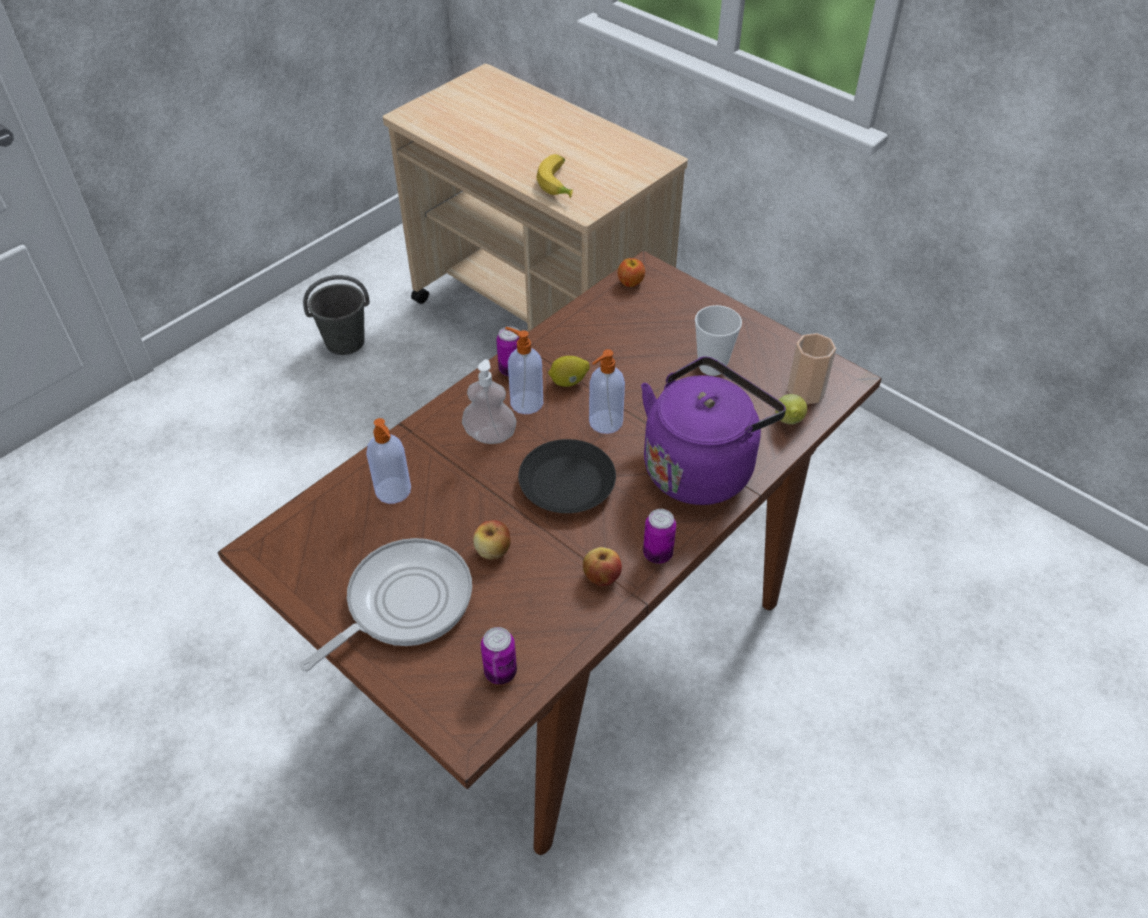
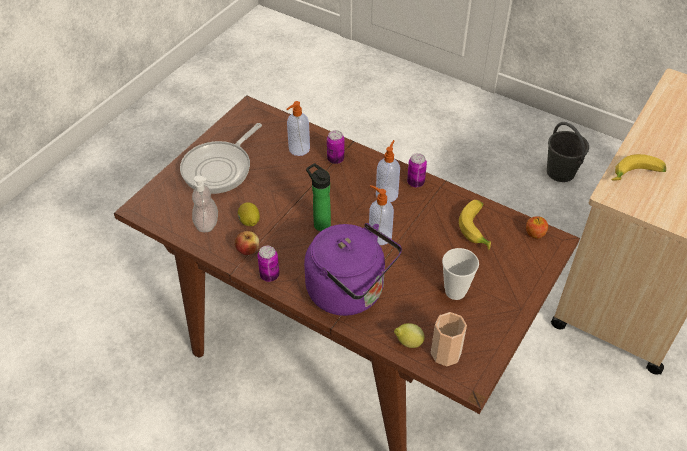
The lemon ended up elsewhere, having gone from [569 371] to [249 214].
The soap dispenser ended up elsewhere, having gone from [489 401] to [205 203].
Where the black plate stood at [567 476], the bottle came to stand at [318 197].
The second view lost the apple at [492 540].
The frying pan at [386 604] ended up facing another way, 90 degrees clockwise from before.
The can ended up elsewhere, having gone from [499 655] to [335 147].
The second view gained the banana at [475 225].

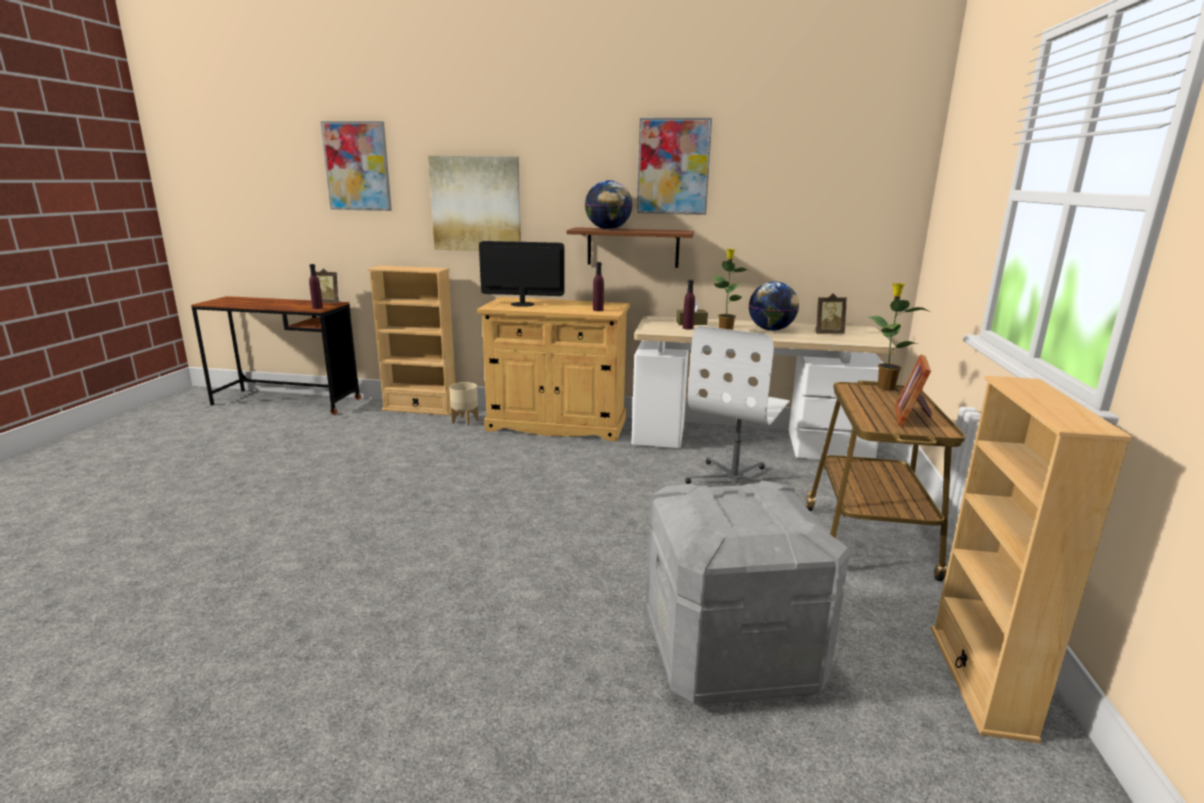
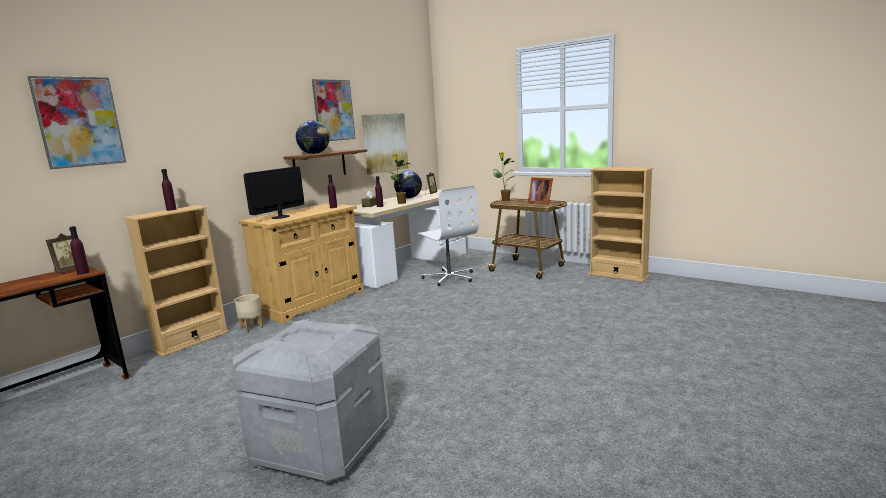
The picture ended up elsewhere, having gone from [474 203] to [385 144].
The grey storage box ended up elsewhere, having gone from [748 593] to [310 401].
The second view gained the purple bottle at [168 190].

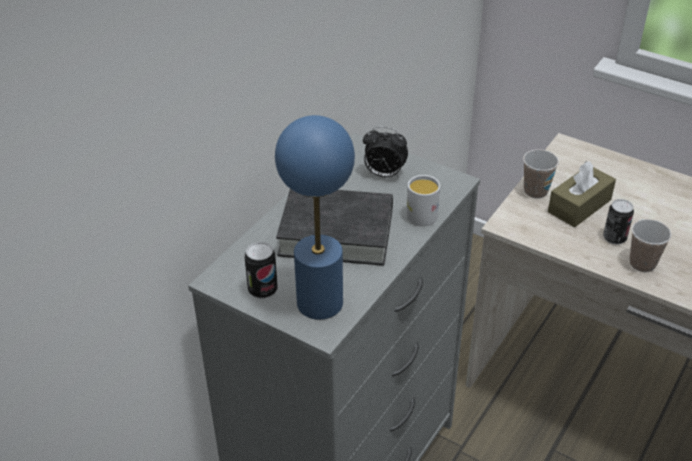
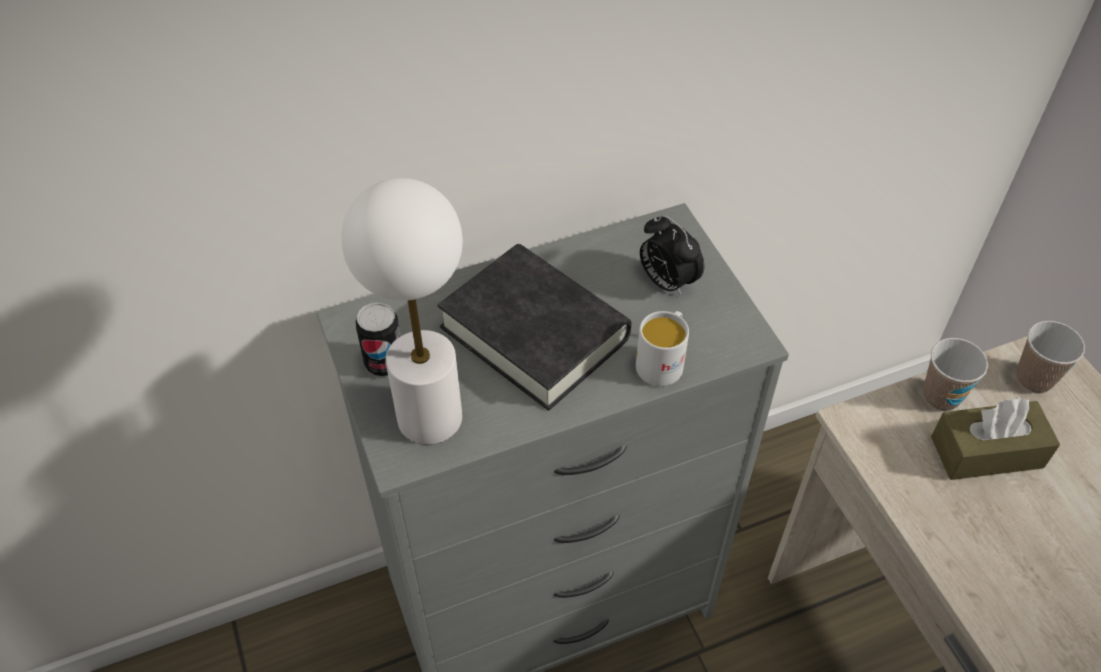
What was the blue table lamp at [315 217] turned into the white table lamp at [402 311].
The second view lost the can at [618 222].
The cup ended up elsewhere, having gone from [651 245] to [1050 357].

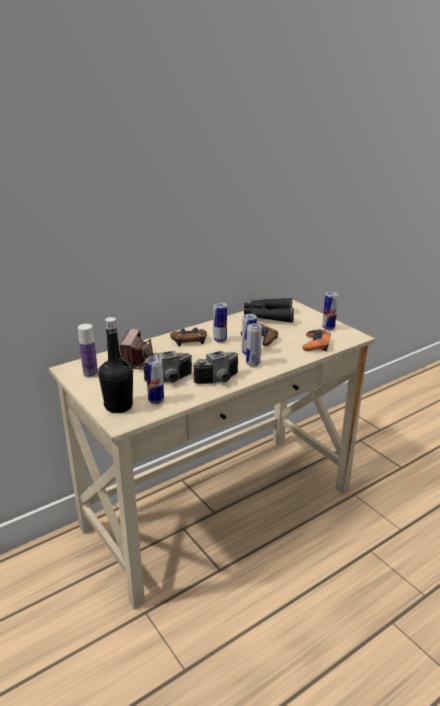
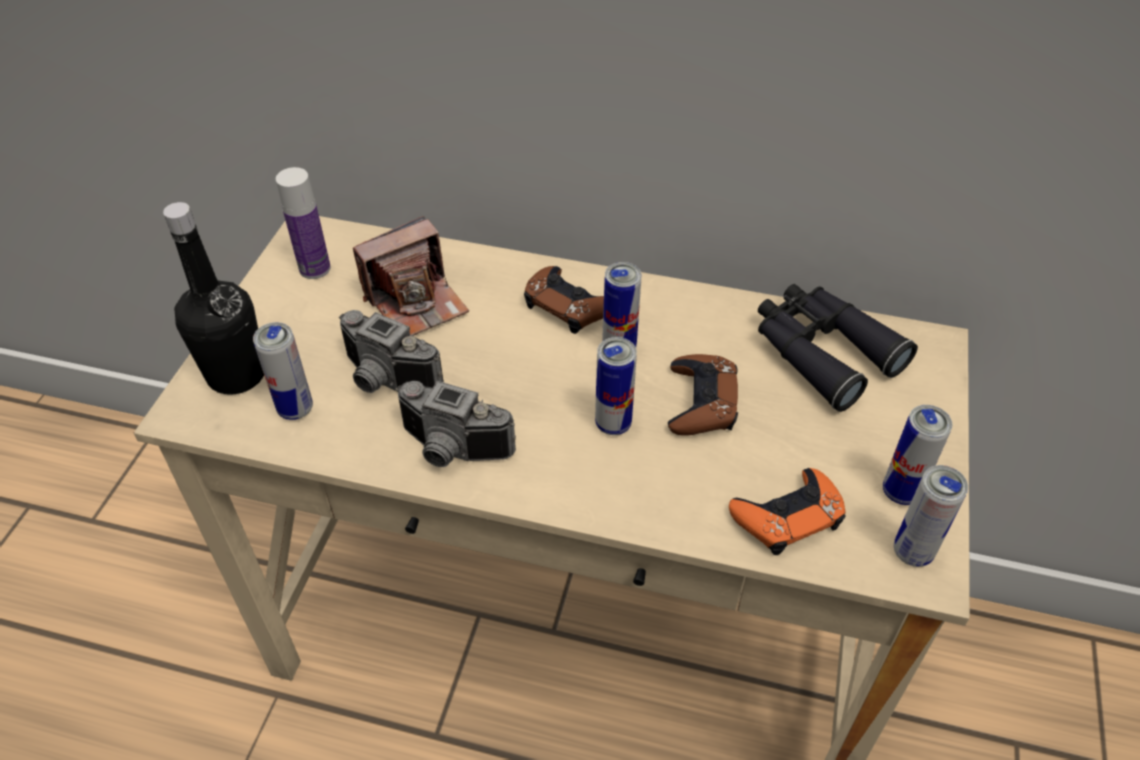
The can ended up elsewhere, having gone from [254 345] to [931 516].

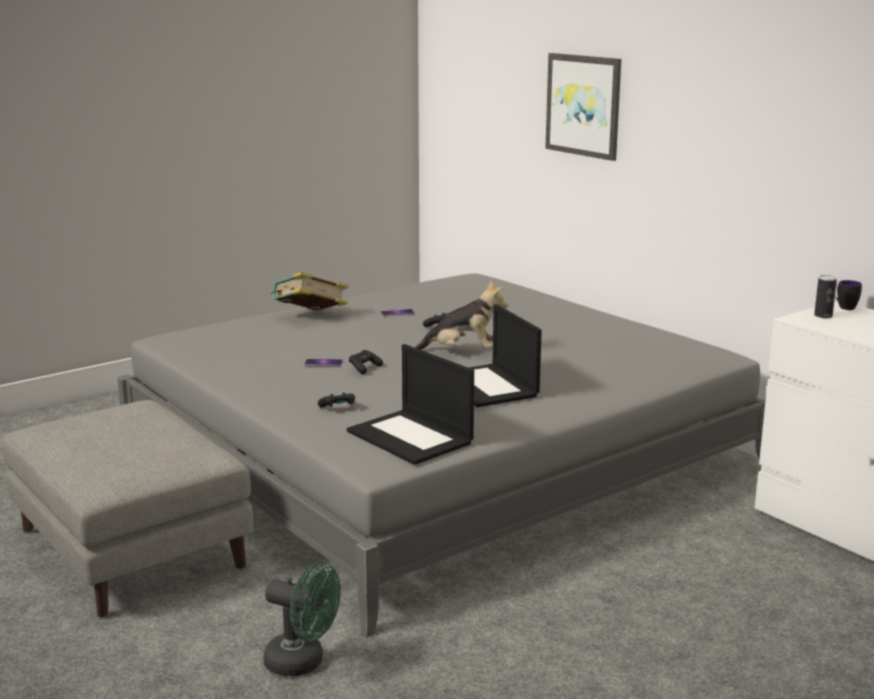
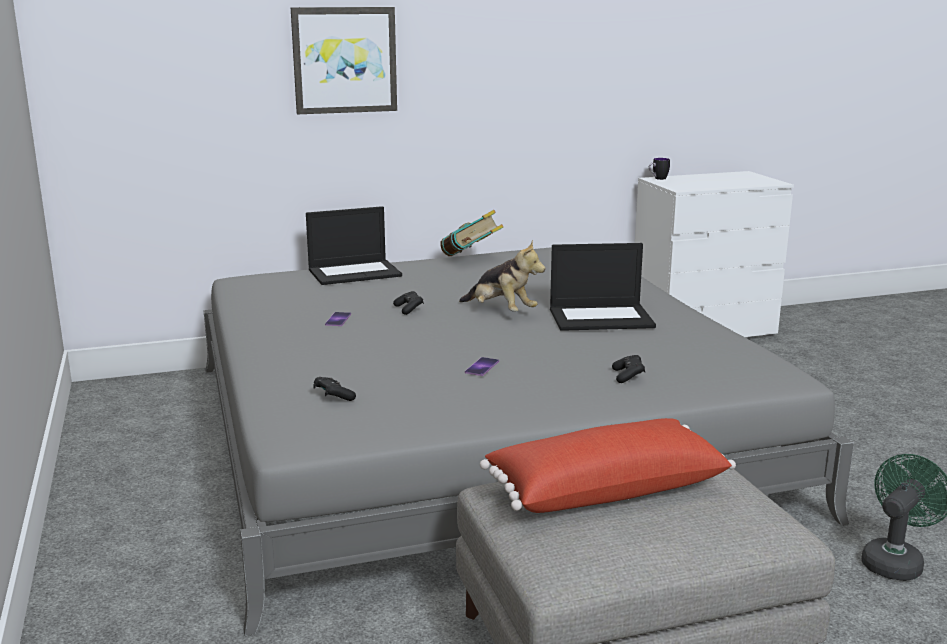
The book ended up elsewhere, having gone from [310 291] to [472 233].
The second view lost the can at [825 296].
The plush toy at [461 315] ended up facing another way, 105 degrees clockwise from before.
The laptop ended up elsewhere, having gone from [410 404] to [354 245].
The black game controller ended up elsewhere, having gone from [366 362] to [334 389].
The second view gained the red pillow at [608 465].

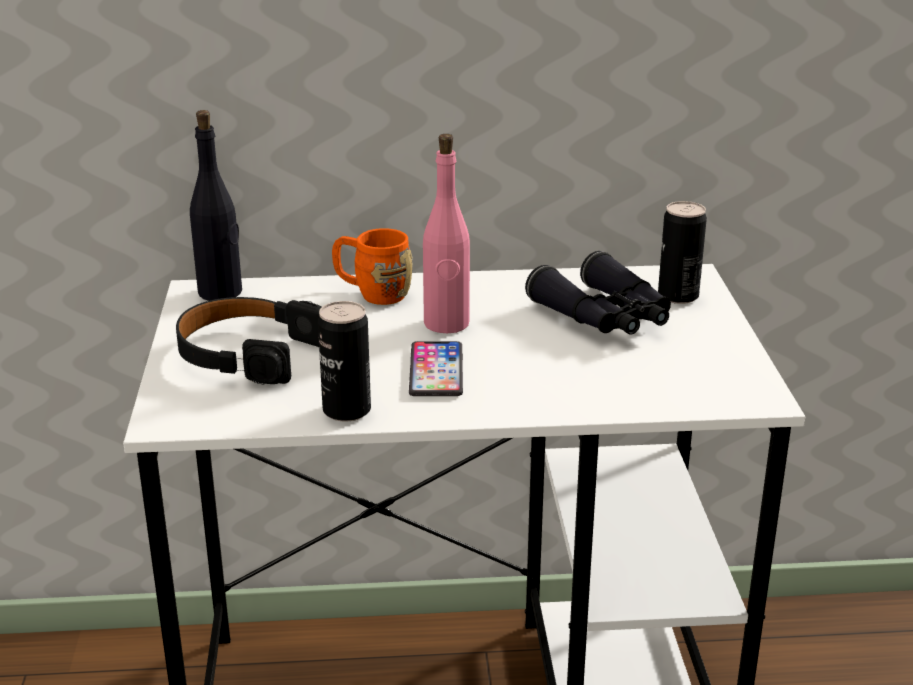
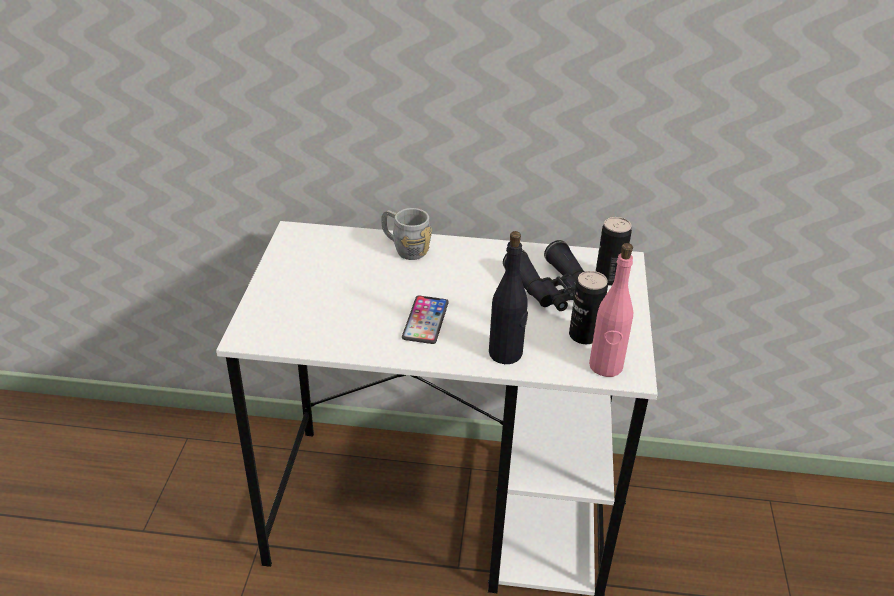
The black bottle ended up elsewhere, having gone from [216 205] to [508 297].
The pink bottle ended up elsewhere, having gone from [446 233] to [611 310].
What was the orange mug at [372 266] turned into the grey mug at [406 234].
The second view lost the black headphones at [248 340].
The can ended up elsewhere, having gone from [344 361] to [588 307].

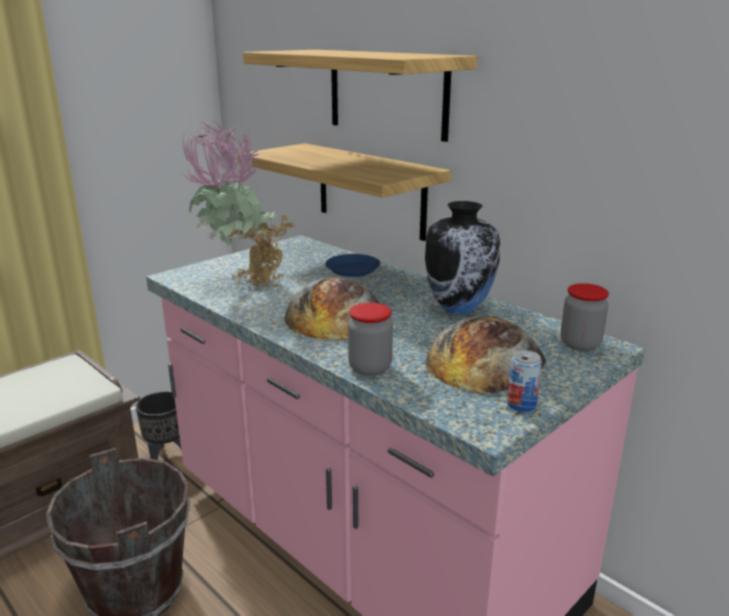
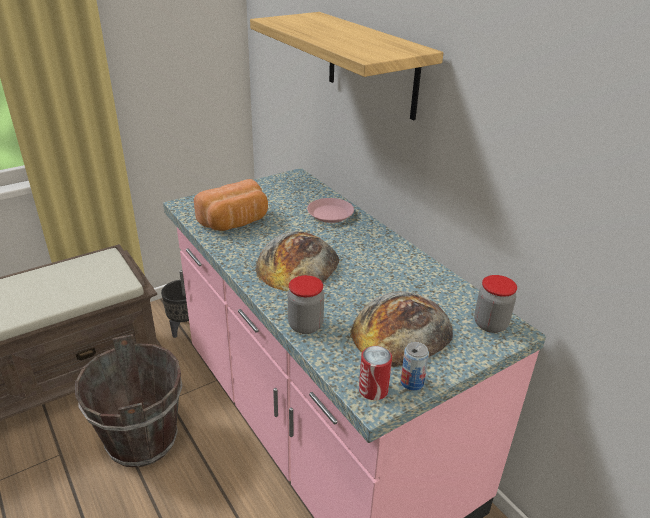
Where the potted plant stood at [239 205], the bread came to stand at [231 205].
The second view lost the shelf at [344 192].
The second view lost the vase at [462 258].
What was the blue plate at [352 265] turned into the pink plate at [330 210].
The second view gained the can at [375 373].

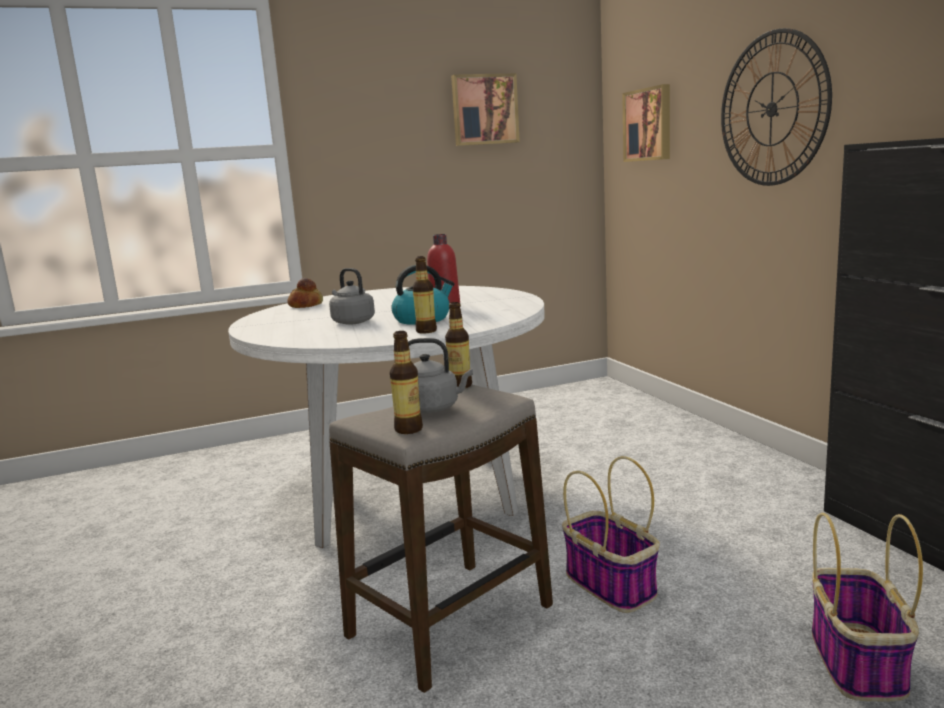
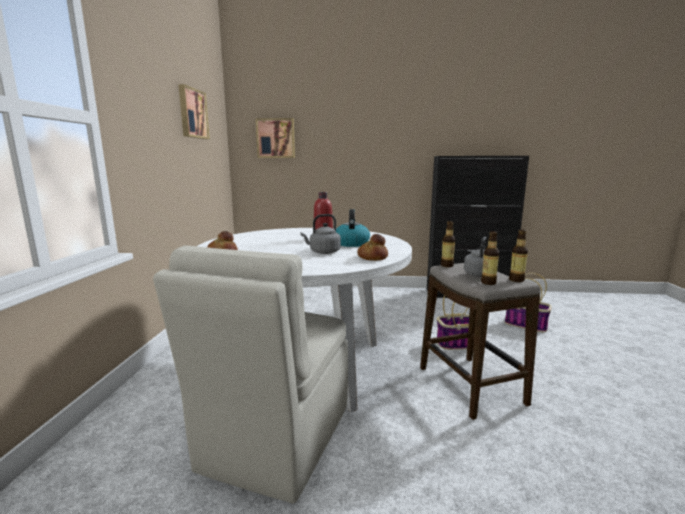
The second view lost the wall clock at [776 107].
The bottle ended up elsewhere, having gone from [425 294] to [490 258].
The second view gained the bread at [372 247].
The second view gained the beige chair at [250 374].

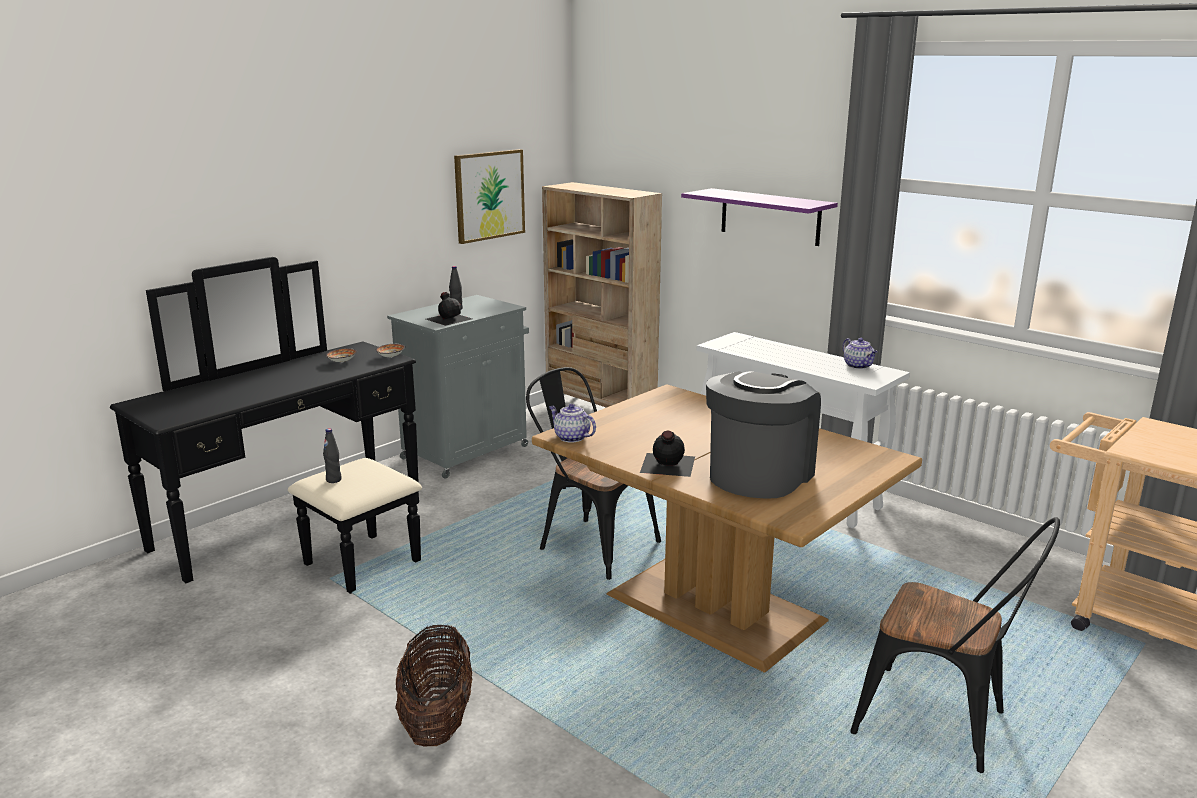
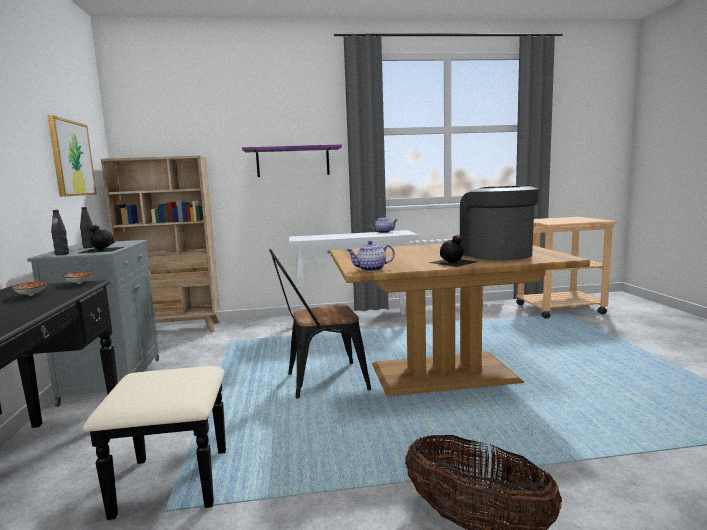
The black bottle ended up elsewhere, having gone from [332 455] to [60 232].
The second view lost the black chair at [955 645].

